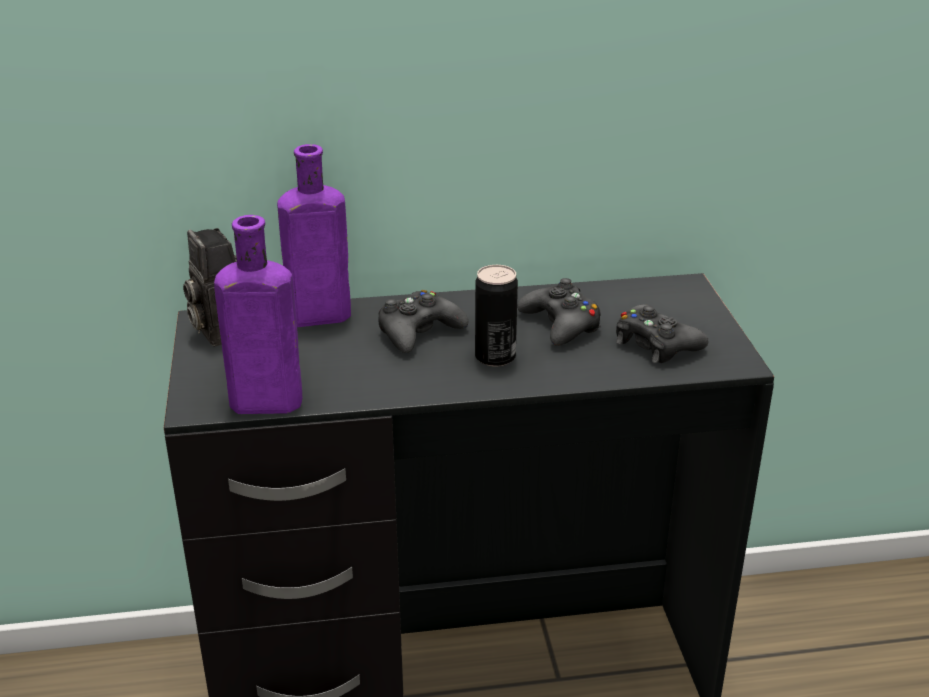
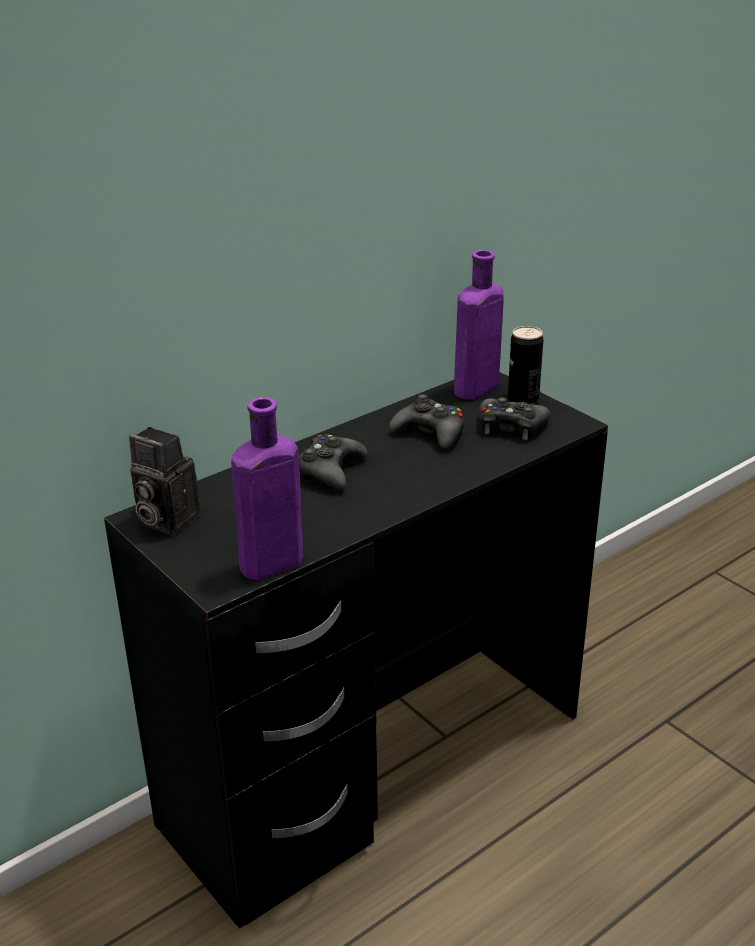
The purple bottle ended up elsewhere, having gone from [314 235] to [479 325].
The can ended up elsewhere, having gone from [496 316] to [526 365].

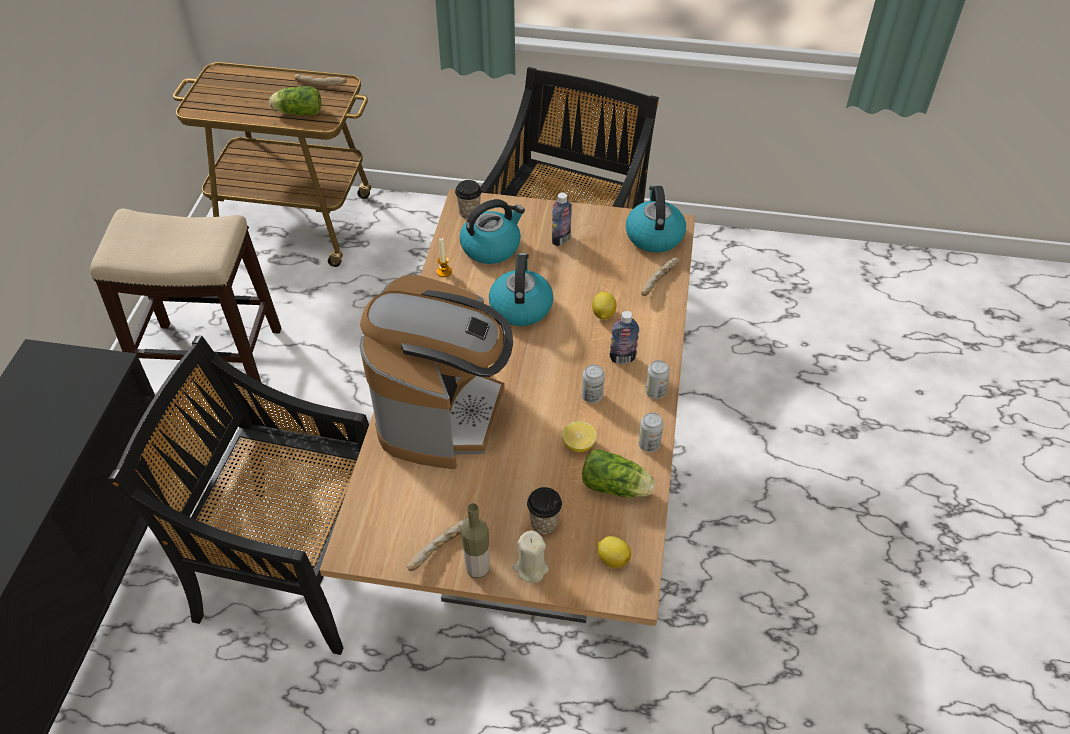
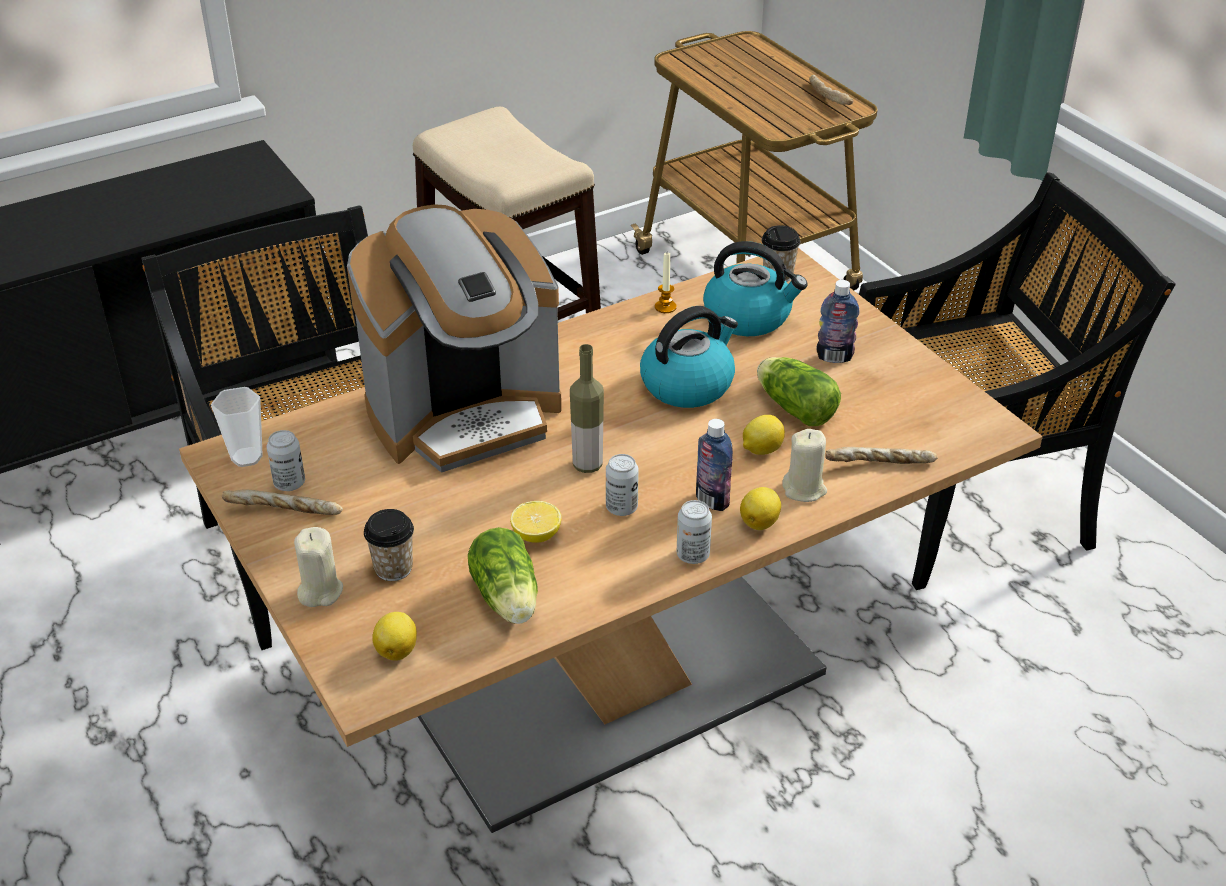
The lettuce ended up elsewhere, having gone from [295 101] to [799 391].
The second view lost the kettle at [656 219].
The can ended up elsewhere, having gone from [651 432] to [286 460].
The bottle ended up elsewhere, having gone from [475 541] to [587 408].
The second view gained the cup at [237 427].
The second view gained the beige candle at [804 465].
The second view gained the lemon at [760 508].

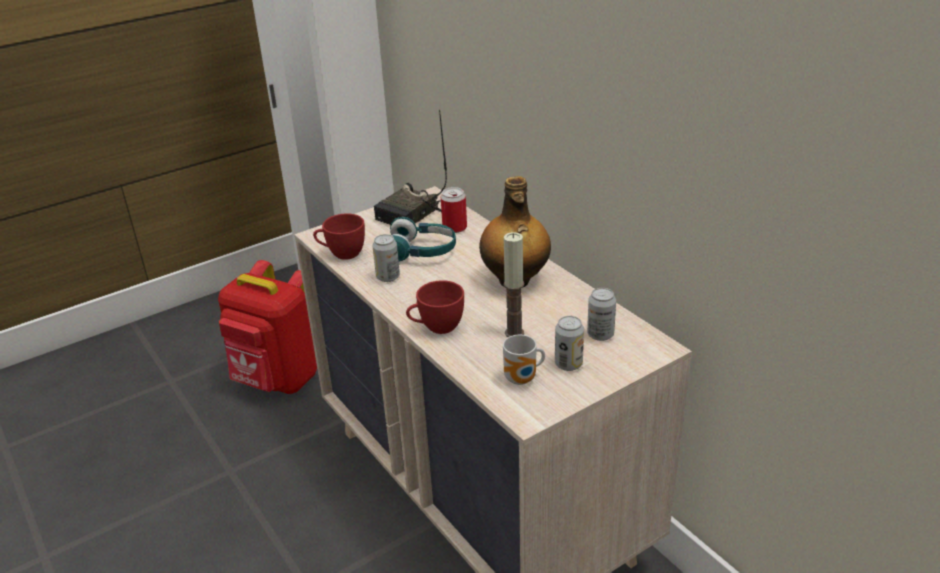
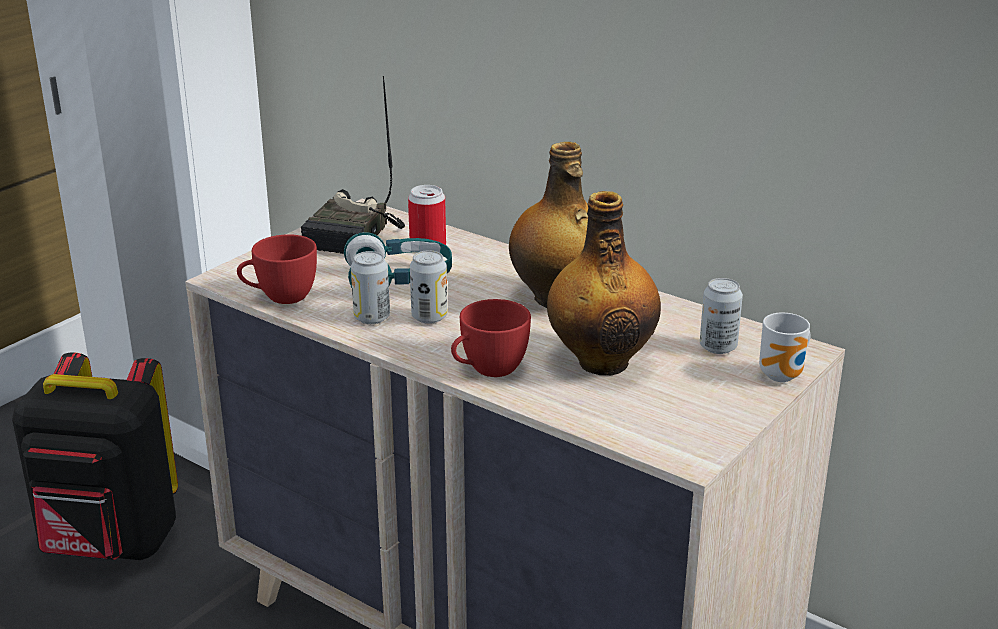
Where the candle stood at [514 284], the bottle came to stand at [604 283].
What was the red backpack at [267 327] turned into the black backpack at [95 456].
The can ended up elsewhere, having gone from [569 343] to [429 287].
The mug ended up elsewhere, having gone from [524 360] to [785 347].

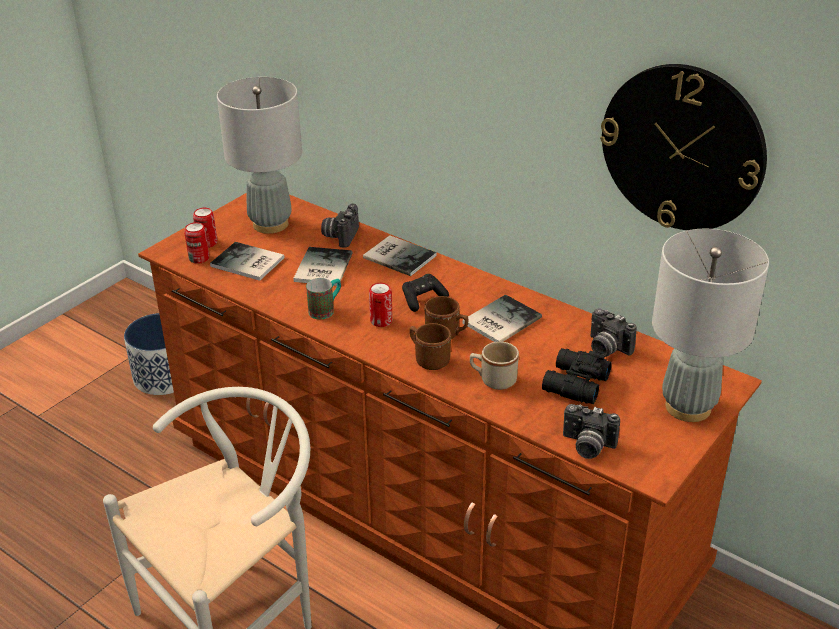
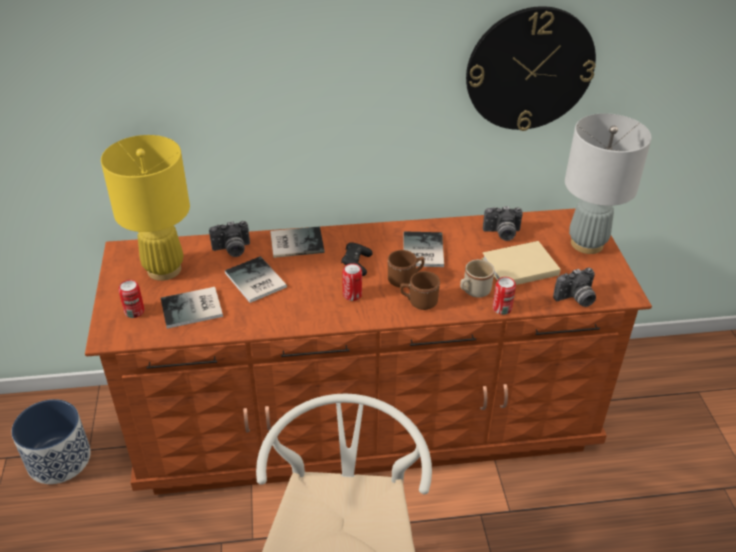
What was the grey table lamp at [259 155] turned into the yellow table lamp at [145 208].
The photo camera at [340 226] ended up facing another way, 75 degrees counterclockwise from before.
The can ended up elsewhere, having gone from [196 243] to [504 296].
The second view lost the mug at [323 298].
Where the black binoculars stood at [577 376], the beige book came to stand at [521 263].

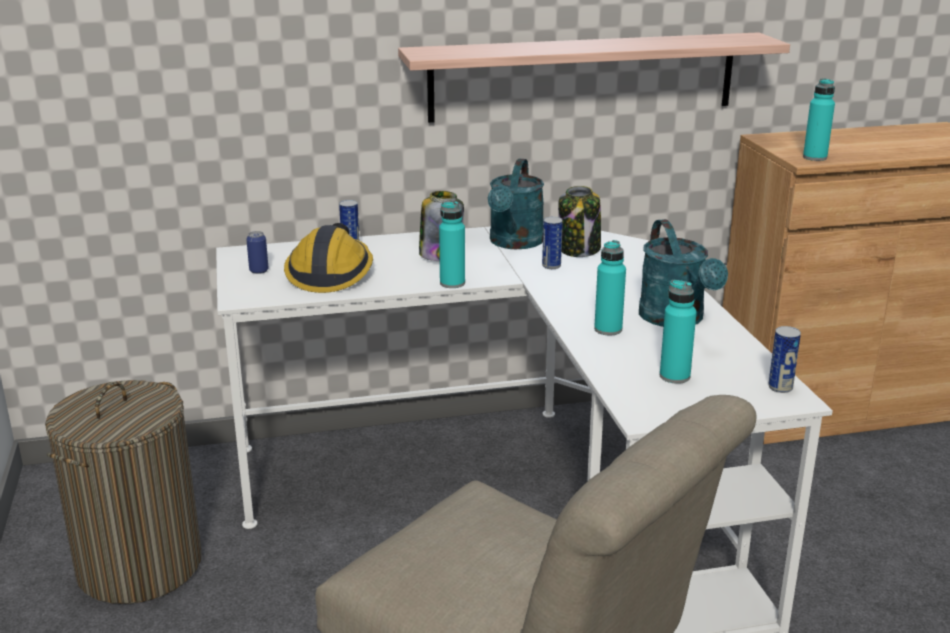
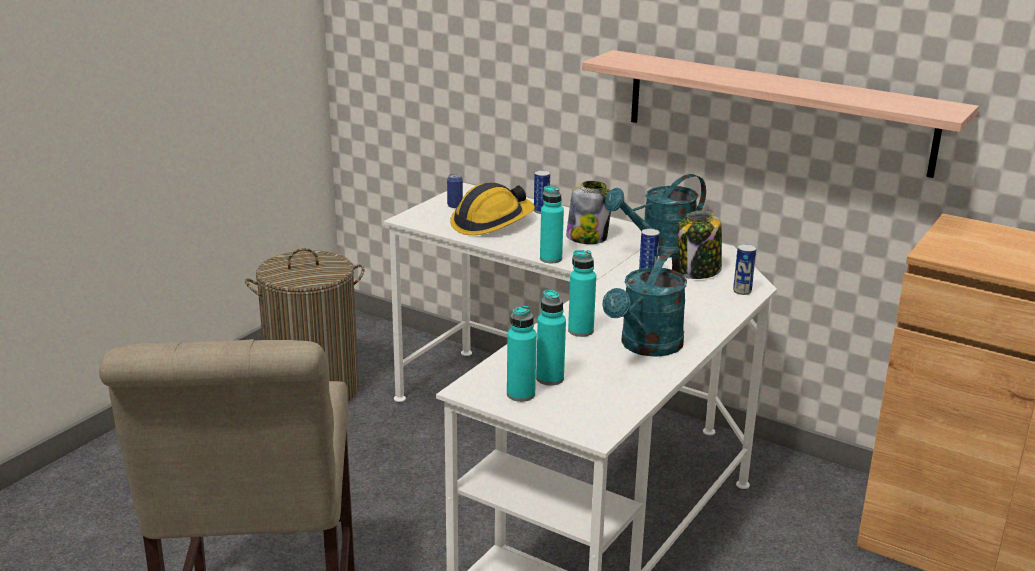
The turquoise bottle ended up elsewhere, having gone from [819 120] to [522 353].
The can ended up elsewhere, having gone from [784 359] to [745 269].

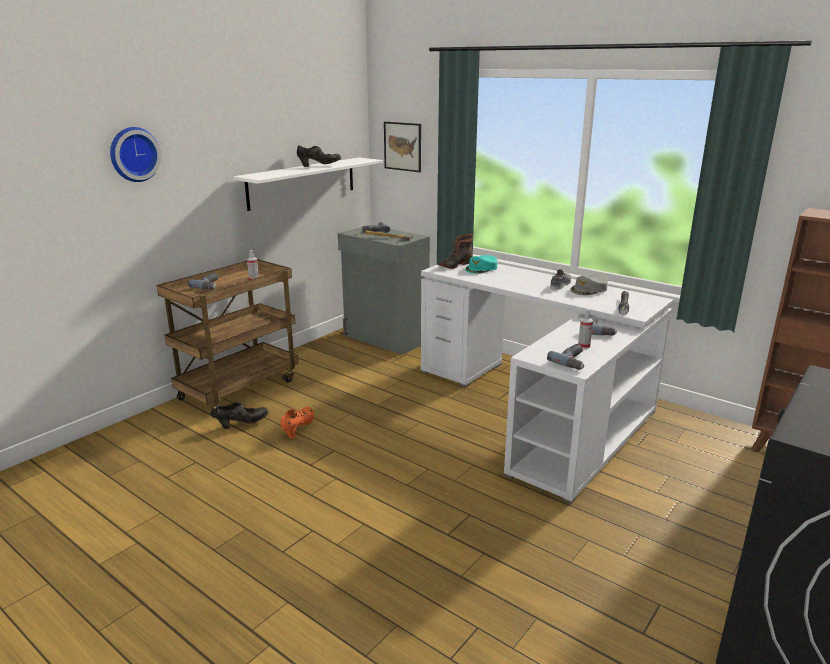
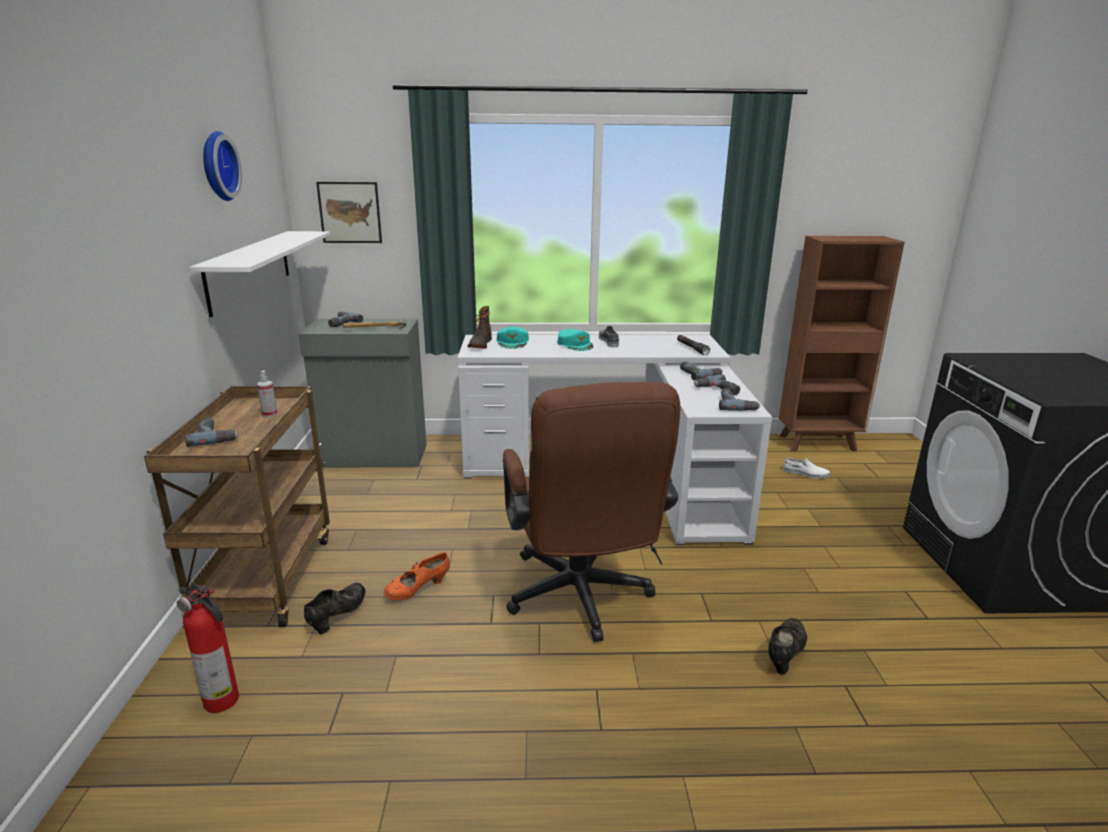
The wall clock ended up elsewhere, having gone from [135 154] to [222 166].
The black shoe ended up elsewhere, having gone from [319 156] to [787 646].
The second view lost the grey cap at [589 285].
Where the spray bottle stood at [585 329], the power drill came to stand at [717 384].
The orange shoe at [297 423] ended up facing another way, 105 degrees counterclockwise from before.
The second view gained the turquoise cap at [576 340].
The second view gained the brown office chair at [591 512].
The second view gained the white shoe at [806 468].
The second view gained the fire extinguisher at [208 648].

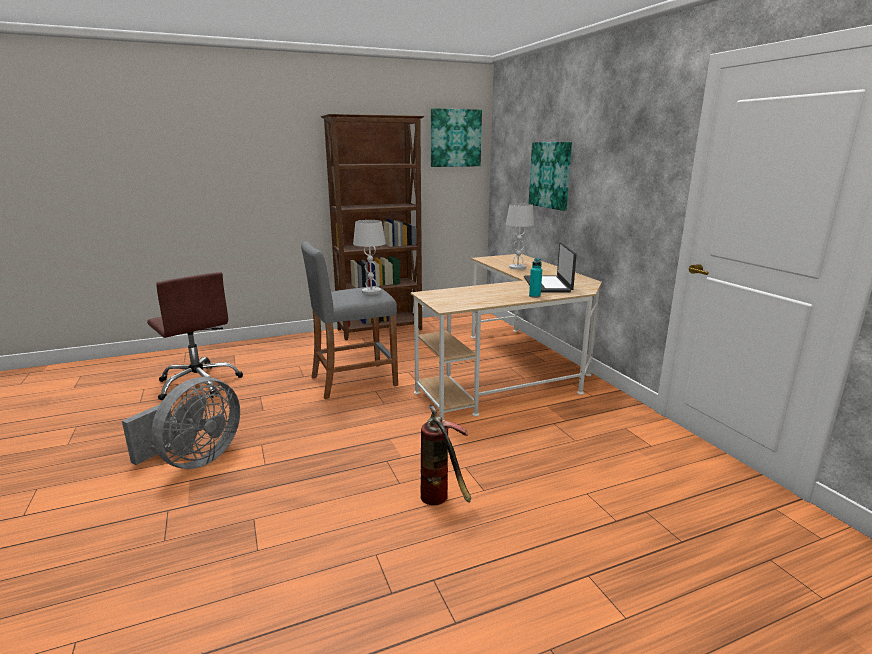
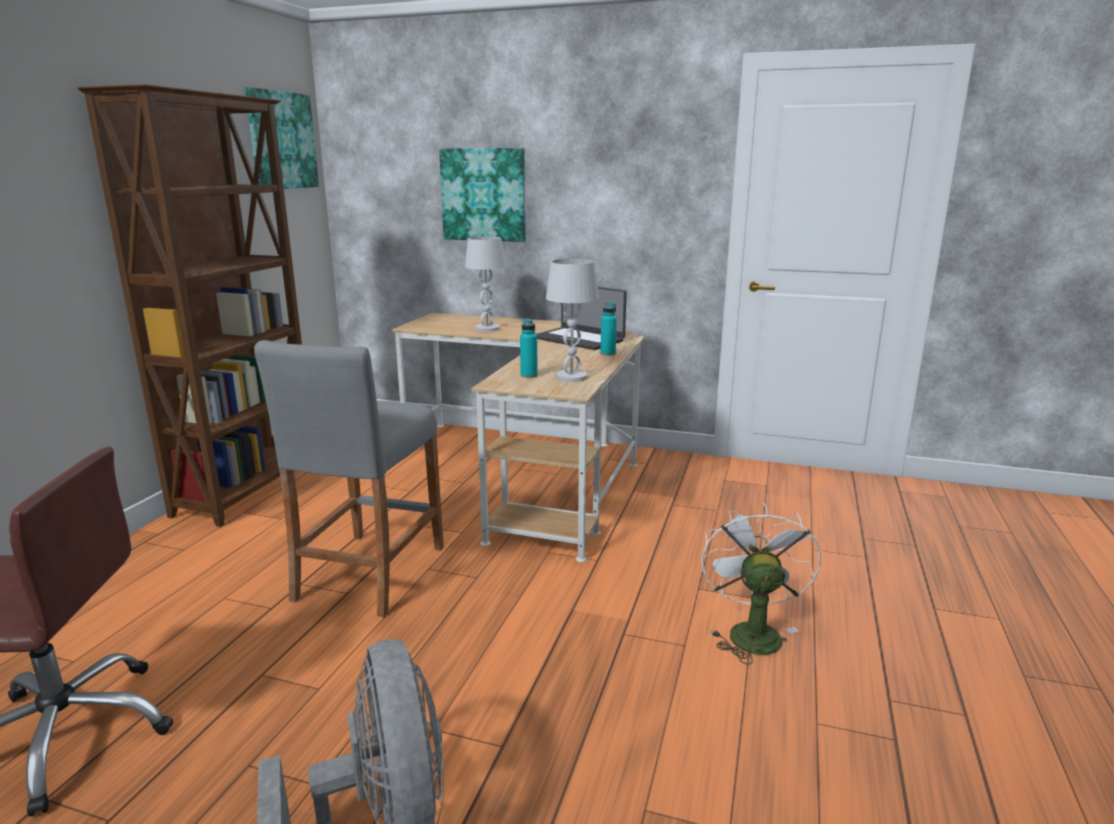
The white table lamp ended up elsewhere, having gone from [369 257] to [572 320].
Where the fire extinguisher stood at [446 455], the white fan came to stand at [761 584].
The second view gained the turquoise bottle at [529 348].

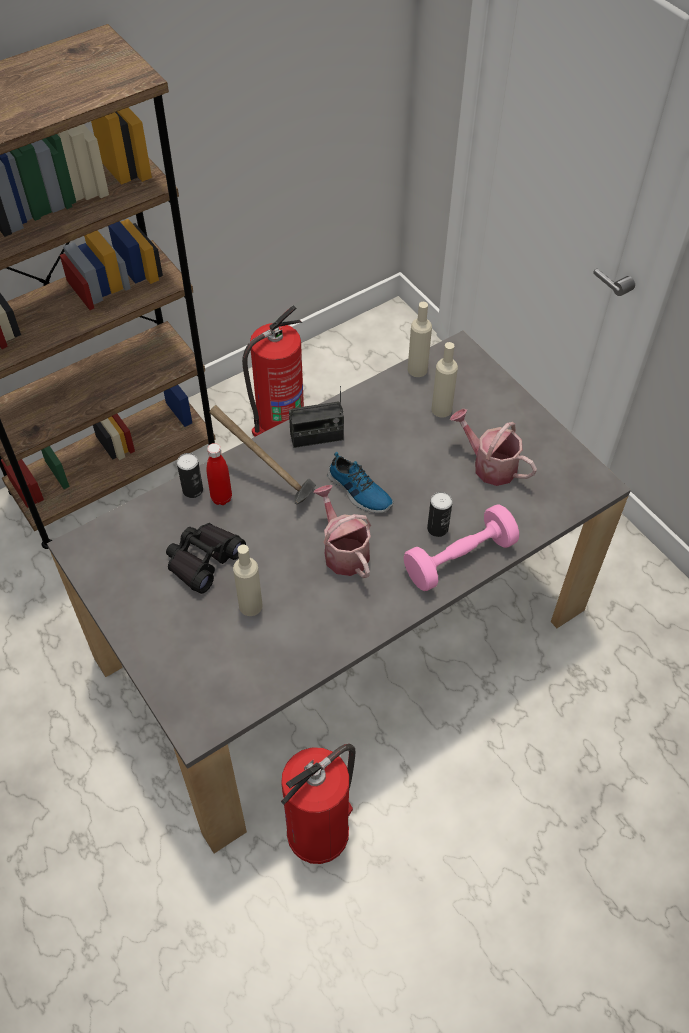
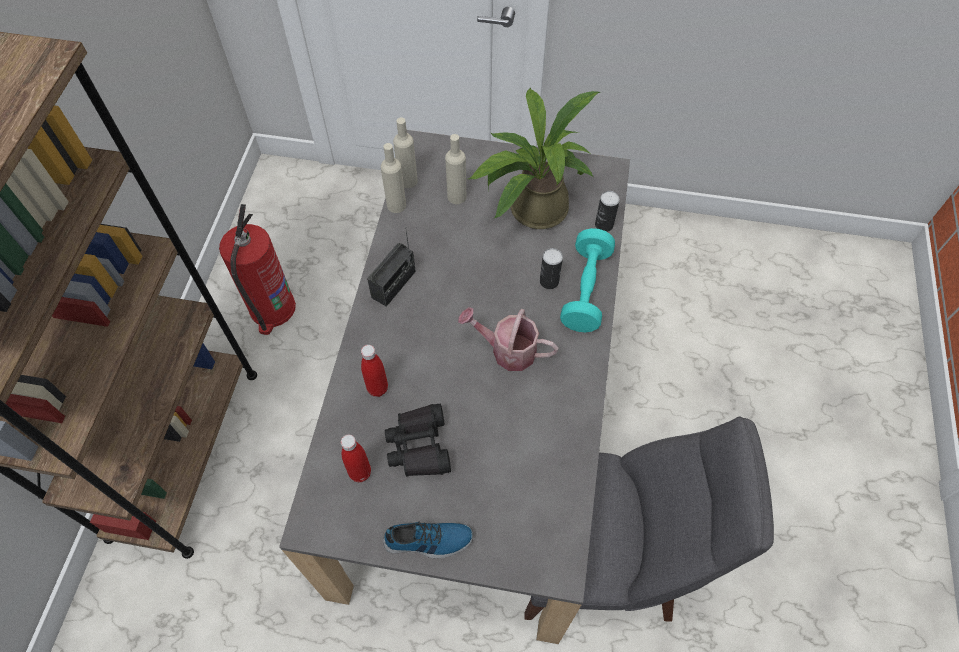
The second view lost the hammer at [262 455].
Where the watering can stood at [493 447], the potted plant came to stand at [534 158].
The shoe ended up elsewhere, having gone from [360 482] to [428 540].
The can ended up elsewhere, having gone from [190 475] to [607 211].
What was the pink dumbbell at [461 547] turned into the turquoise dumbbell at [587 280].
The beige bottle ended up elsewhere, having gone from [248 580] to [393 178].
Where the fire extinguisher stood at [318 804], the grey chair came to stand at [649 519].
The second view gained the red bottle at [356 458].

